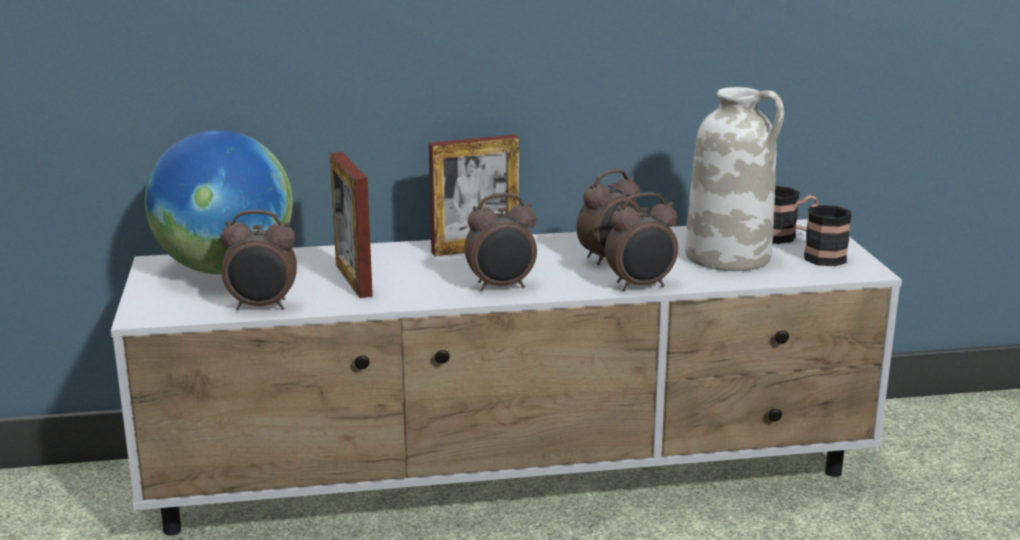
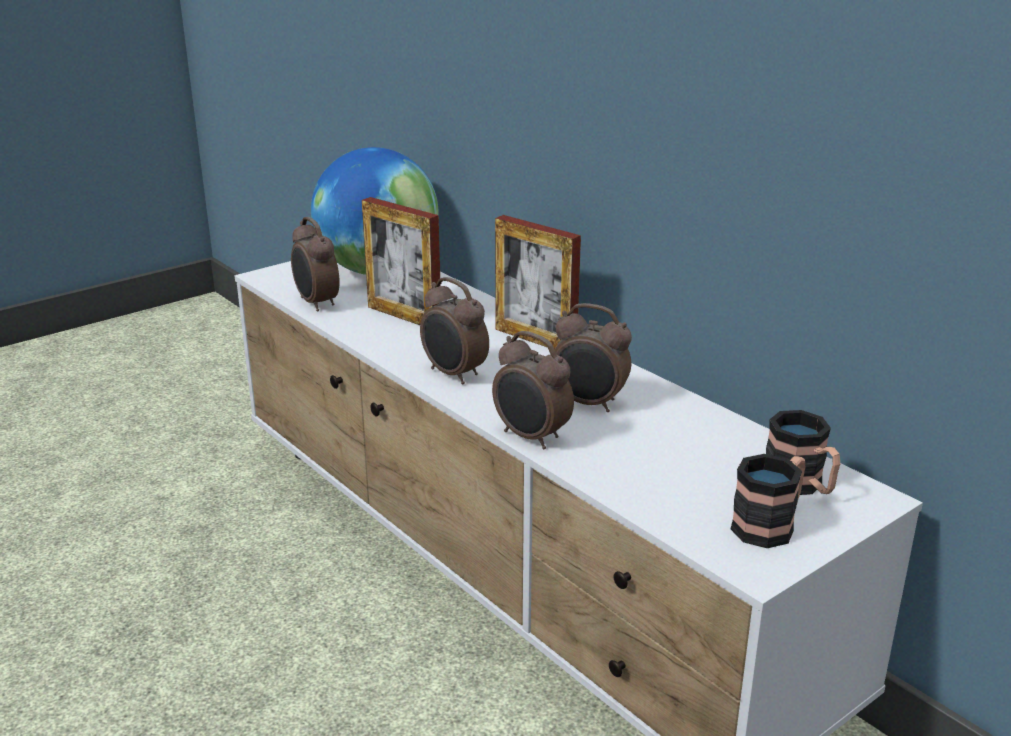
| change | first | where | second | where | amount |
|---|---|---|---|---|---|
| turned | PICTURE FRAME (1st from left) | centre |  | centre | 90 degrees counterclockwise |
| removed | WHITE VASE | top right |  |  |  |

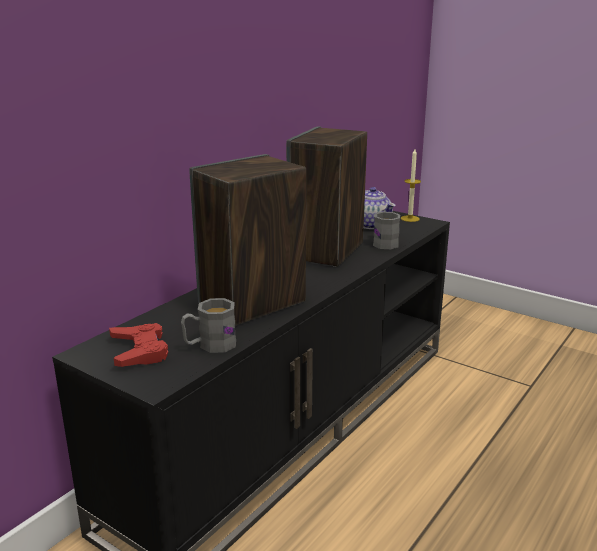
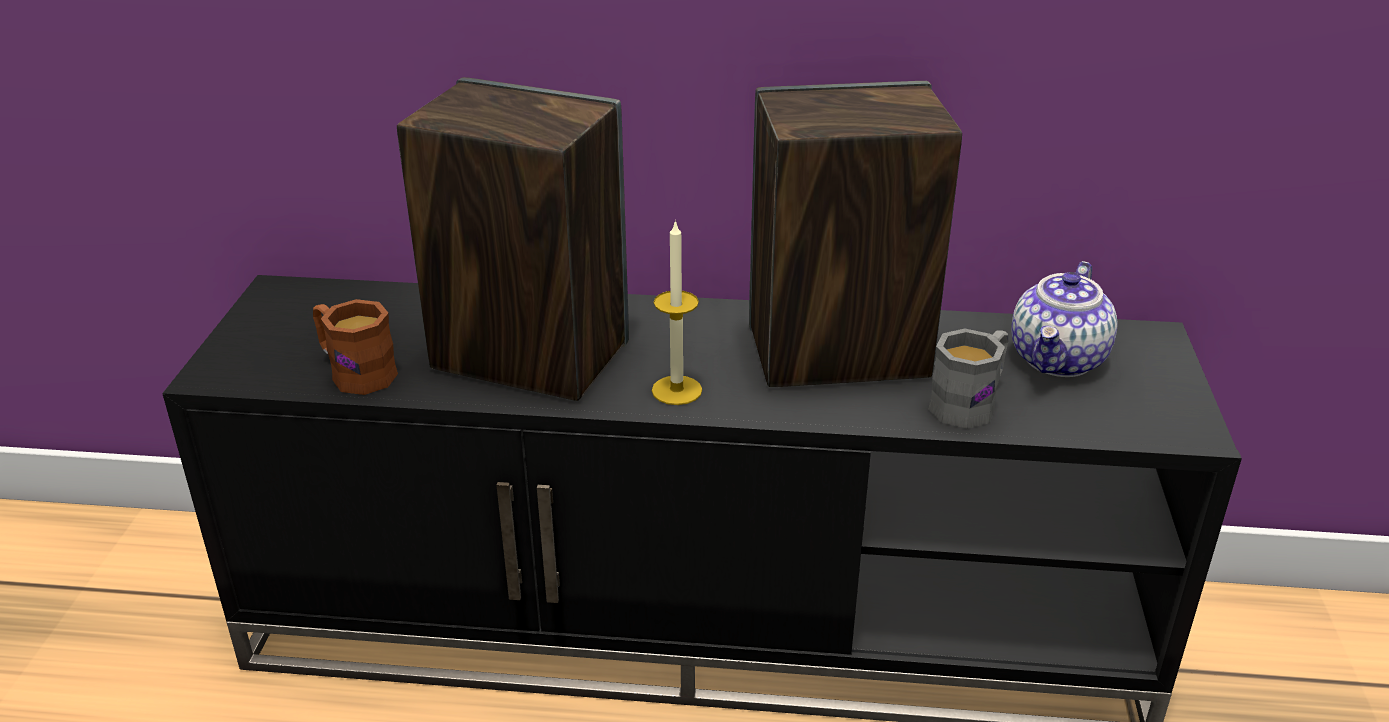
| change | first | where | second | where | amount |
|---|---|---|---|---|---|
| removed | RED GAME CONTROLLER | middle left |  |  |  |
| recoloured | GREY MUG (1st from left) | centre | BROWN MUG | middle left |  |
| moved | CANDLE | middle right |  | centre |  |

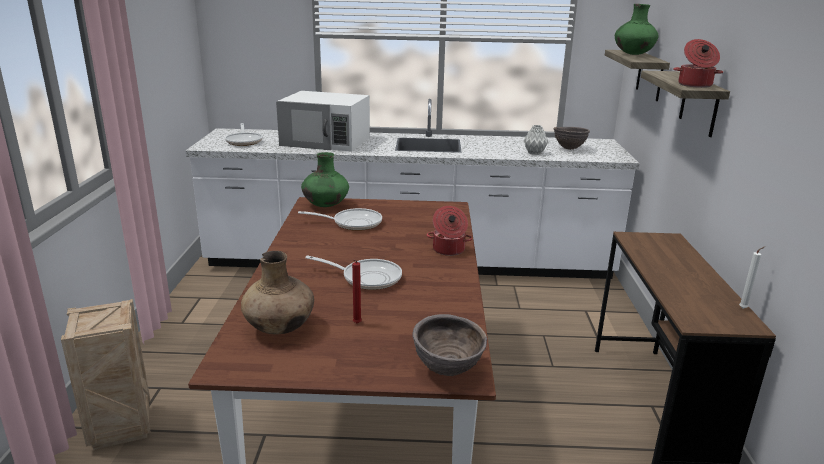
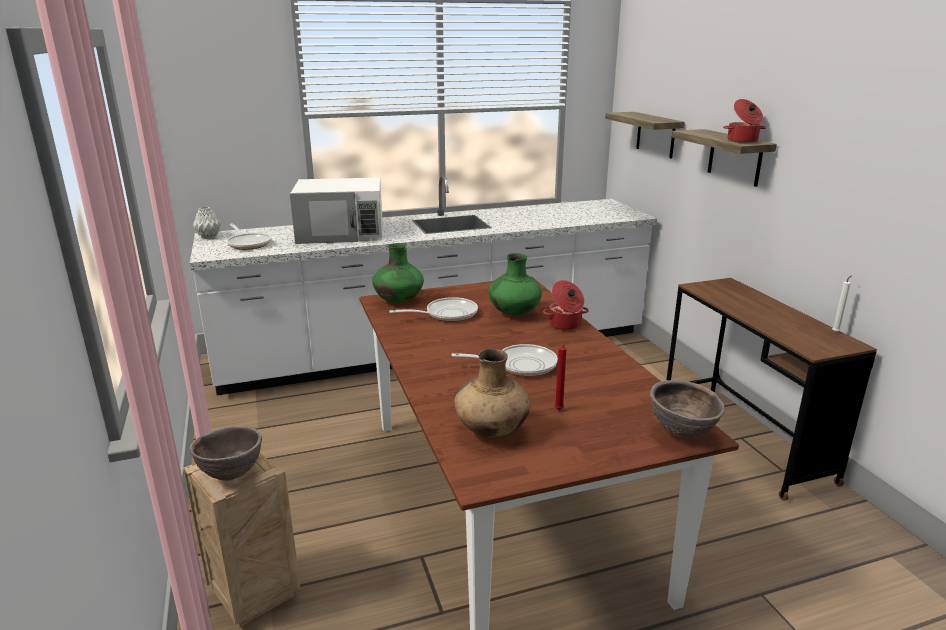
| change | first | where | second | where | amount |
|---|---|---|---|---|---|
| moved | GREY VASE | top centre |  | middle left |  |
| moved | BROWN BOWL (2nd from left in the first image) | top right | BROWN BOWL (1st from left) | bottom left |  |
| moved | GREEN VASE (2nd from left) | top right |  | centre |  |

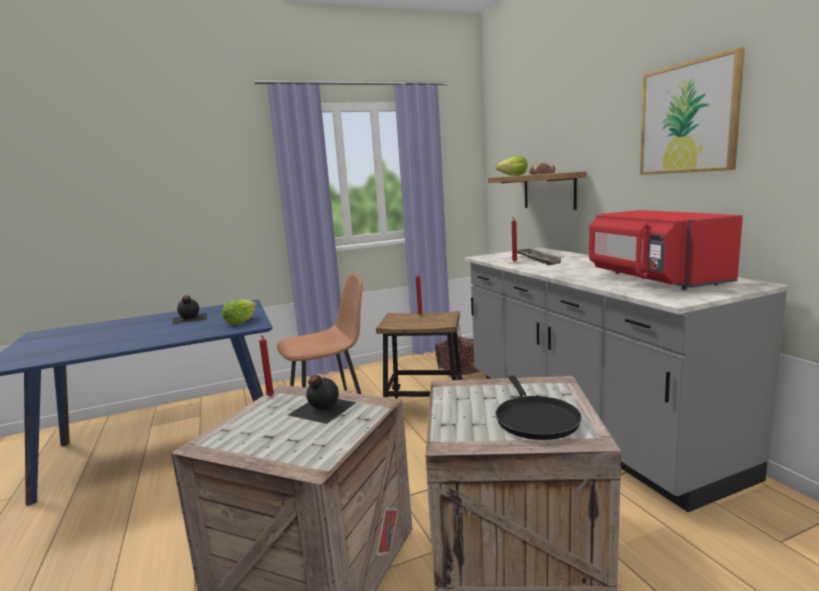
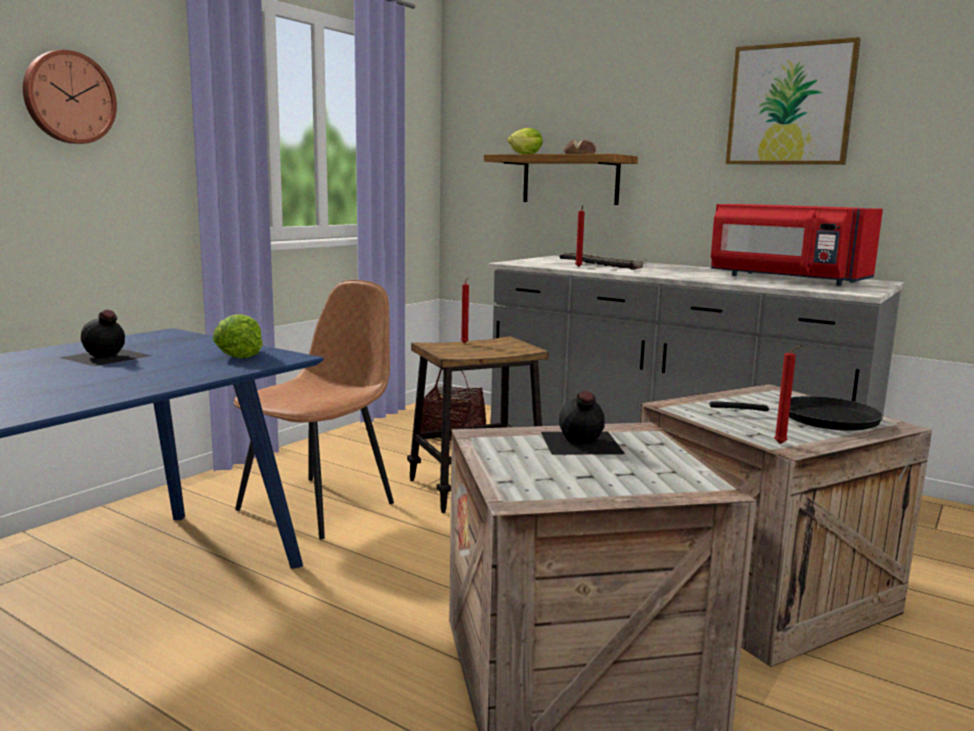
| change | first | where | second | where | amount |
|---|---|---|---|---|---|
| moved | RED CANDLE (1st from left in the first image) | middle left | RED CANDLE (3rd from left) | middle right |  |
| turned | BLACK FRYING PAN | bottom centre |  | middle right | 45 degrees counterclockwise |
| added |  |  | WALL CLOCK | top left |  |

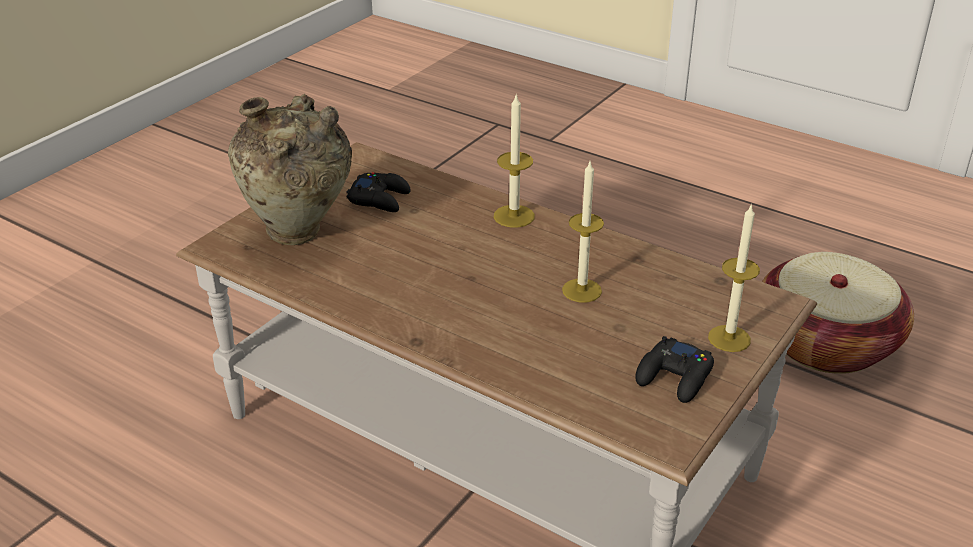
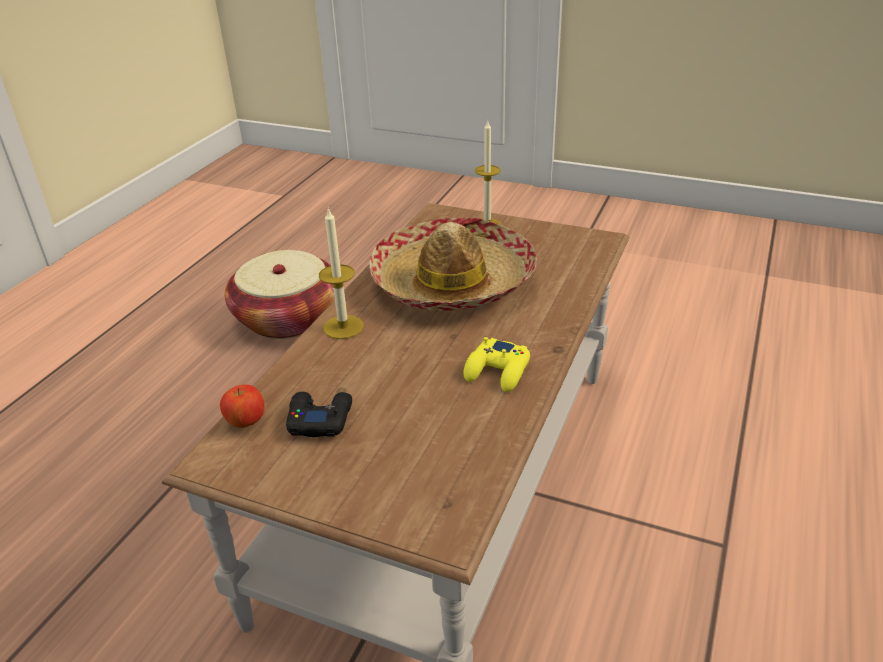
| change | first | where | second | where | amount |
|---|---|---|---|---|---|
| removed | BEIGE VASE | top left |  |  |  |
| replaced | CANDLE (2nd from left) | centre | HAT | centre |  |
| removed | BLACK GAME CONTROLLER (2nd from left) | bottom right |  |  |  |
| added |  |  | APPLE | middle left |  |
| added |  |  | YELLOW GAME CONTROLLER | centre |  |

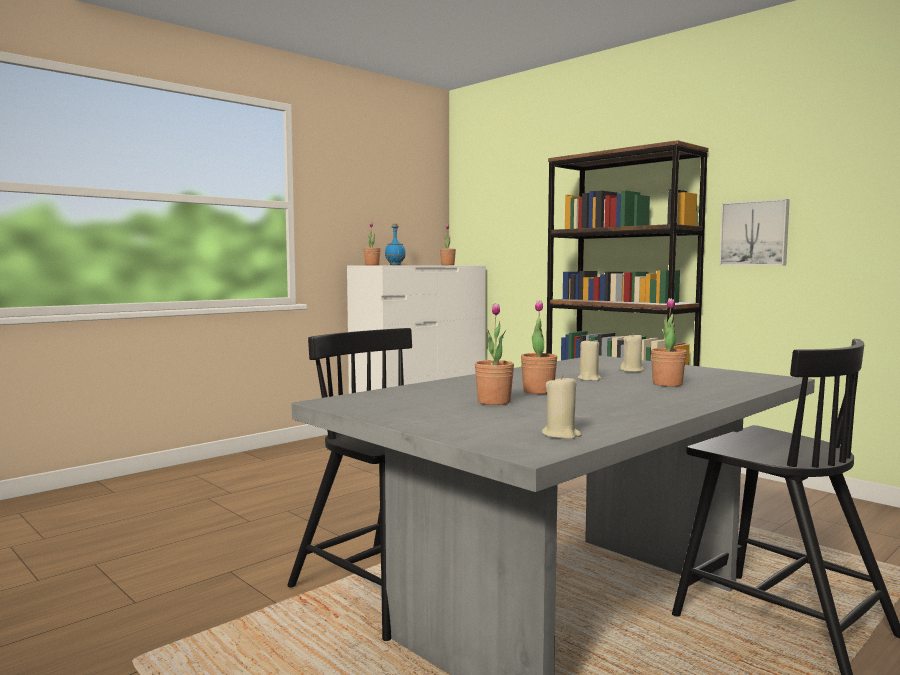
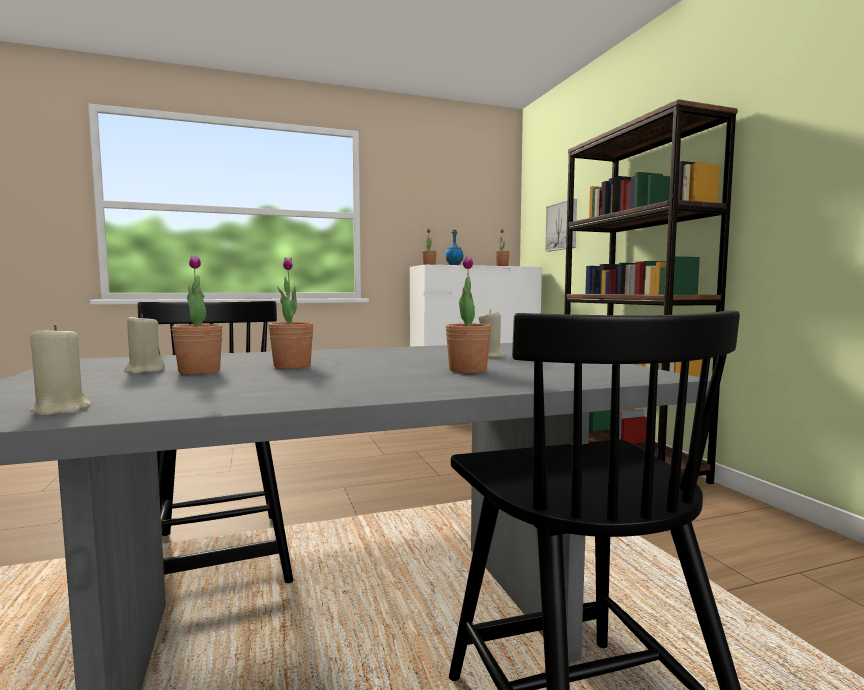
| change | first | where | second | where | amount |
|---|---|---|---|---|---|
| moved | BEIGE CANDLE (2nd from left) | centre |  | middle left |  |
| moved | PICTURE | middle right |  | top centre |  |

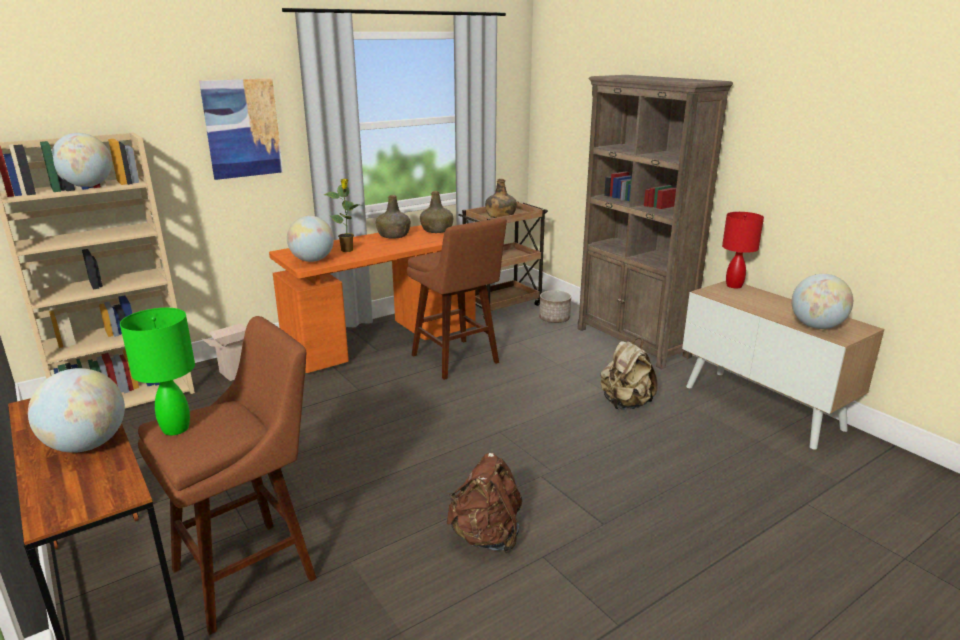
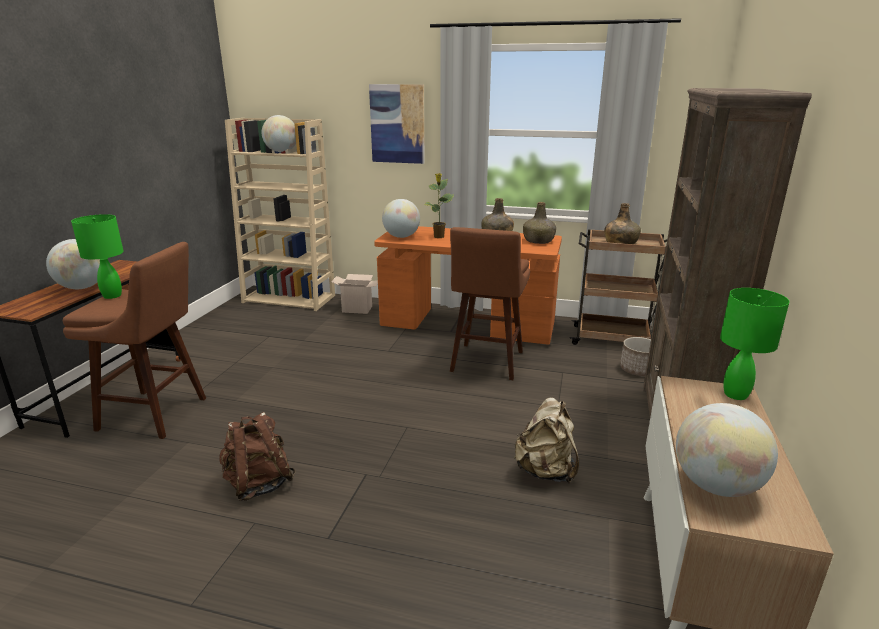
| change | first | where | second | where | amount |
|---|---|---|---|---|---|
| recoloured | RED TABLE LAMP | middle right | GREEN TABLE LAMP (2nd from left) | middle right |  |

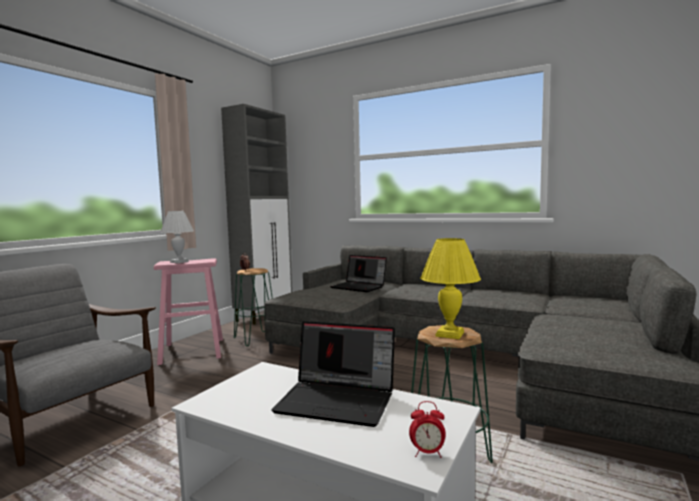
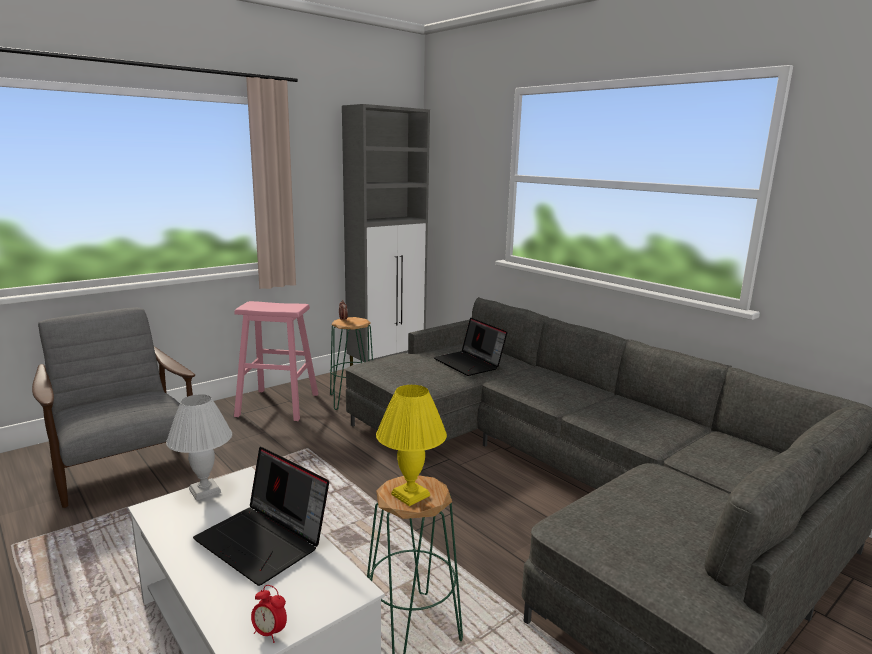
| change | first | where | second | where | amount |
|---|---|---|---|---|---|
| moved | WHITE TABLE LAMP | middle left |  | bottom left |  |

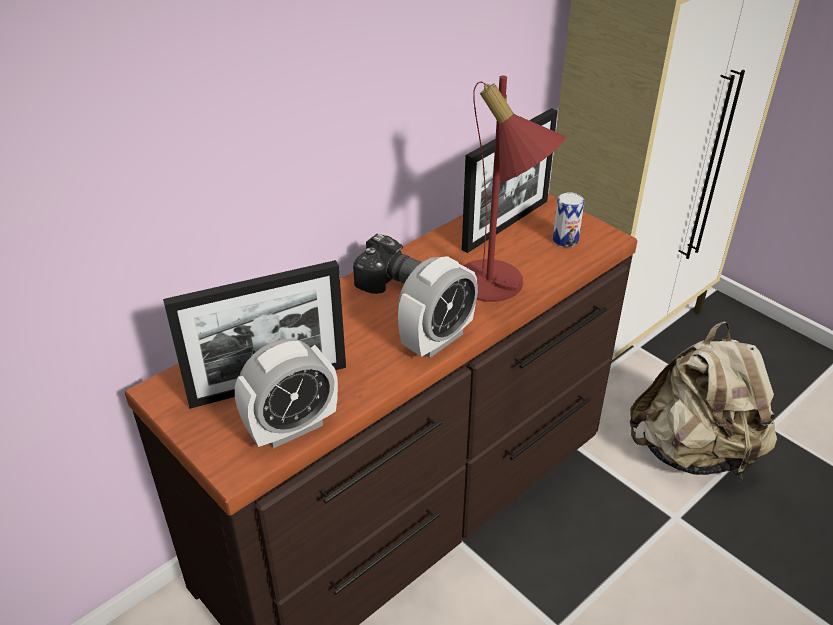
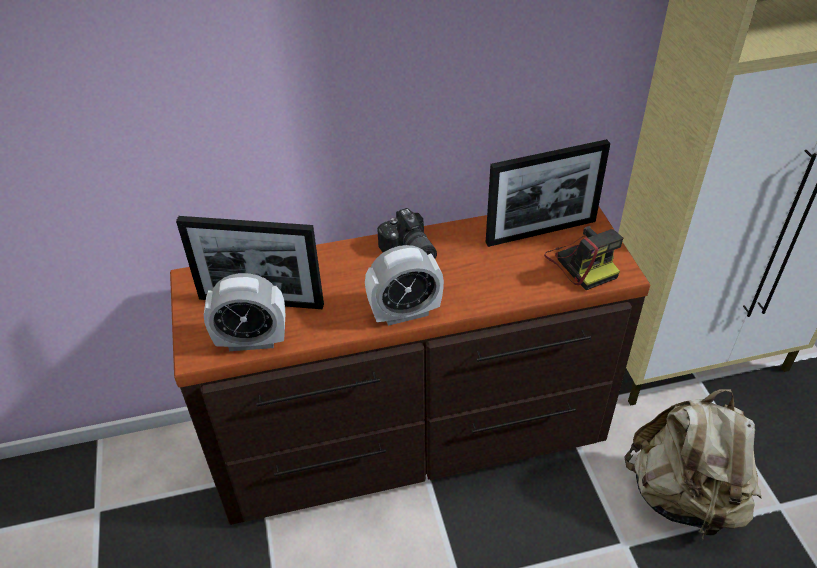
| change | first | where | second | where | amount |
|---|---|---|---|---|---|
| removed | RED TABLE LAMP | top centre |  |  |  |
| replaced | CAN | middle right | PHOTO CAMERA (2nd from left) | middle right |  |

